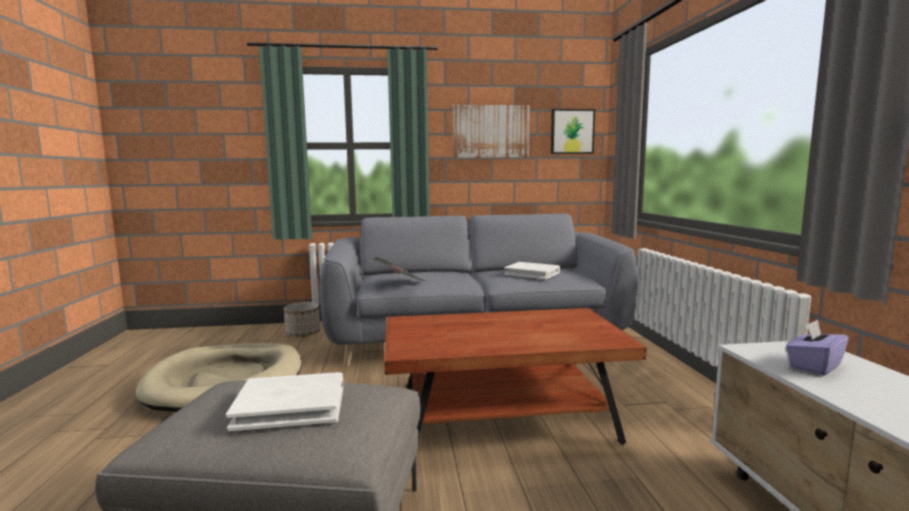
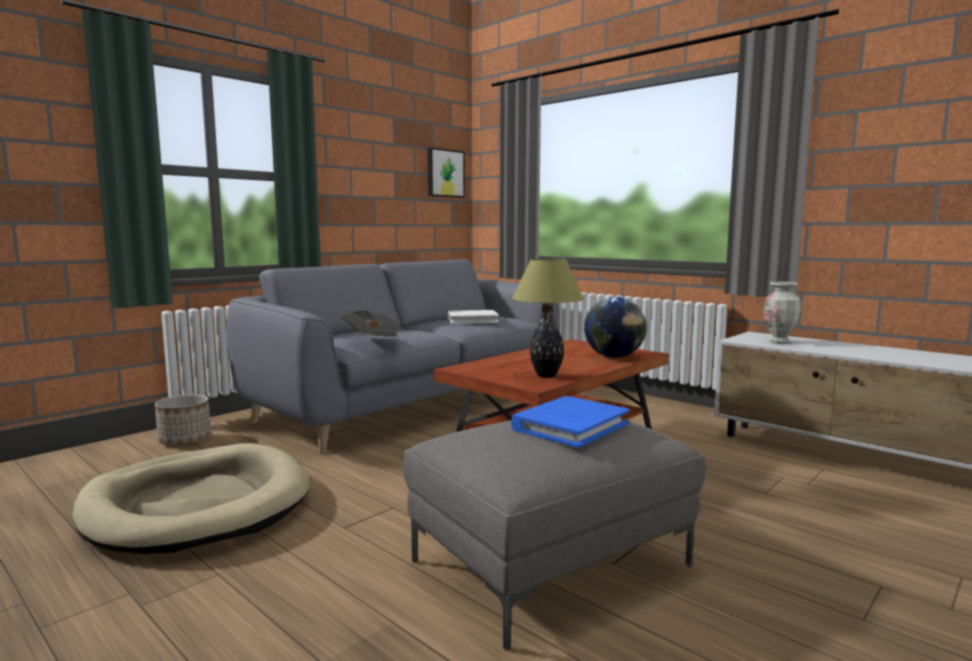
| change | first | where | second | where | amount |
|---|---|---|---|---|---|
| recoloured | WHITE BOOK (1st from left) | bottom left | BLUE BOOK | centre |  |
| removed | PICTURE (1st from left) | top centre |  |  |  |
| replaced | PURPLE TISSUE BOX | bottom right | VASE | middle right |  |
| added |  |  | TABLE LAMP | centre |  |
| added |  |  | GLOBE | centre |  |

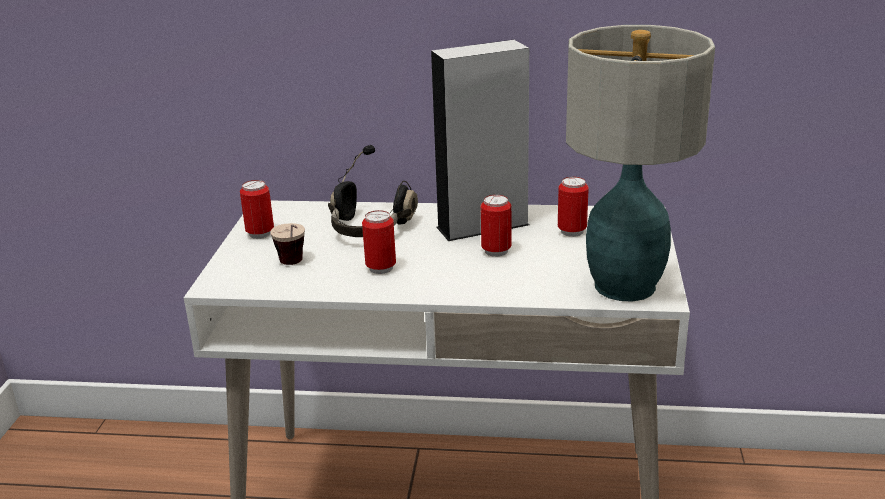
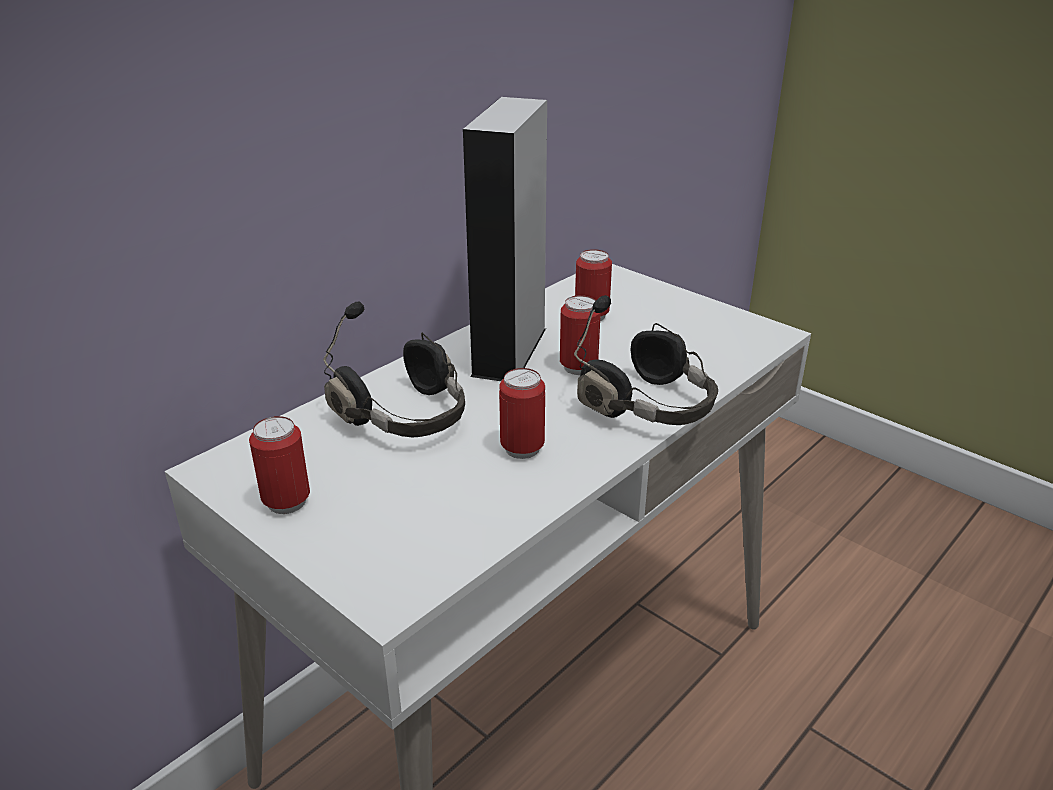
| change | first | where | second | where | amount |
|---|---|---|---|---|---|
| removed | CUP | middle left |  |  |  |
| removed | TABLE LAMP | top right |  |  |  |
| added |  |  | BLACK HEADPHONES (2nd from left) | centre |  |

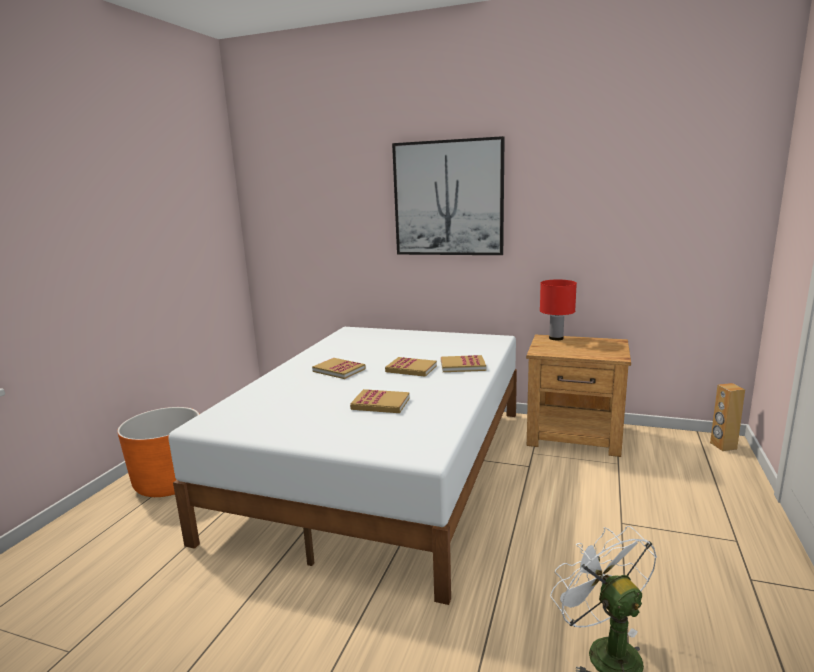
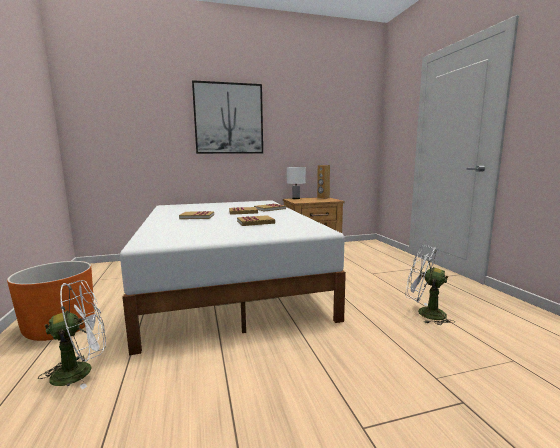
| change | first | where | second | where | amount |
|---|---|---|---|---|---|
| recoloured | RED TABLE LAMP | middle right | WHITE TABLE LAMP | centre |  |
| moved | BROWN SPEAKER | middle right |  | centre |  |
| added |  |  | WHITE FAN (1st from left) | bottom left |  |

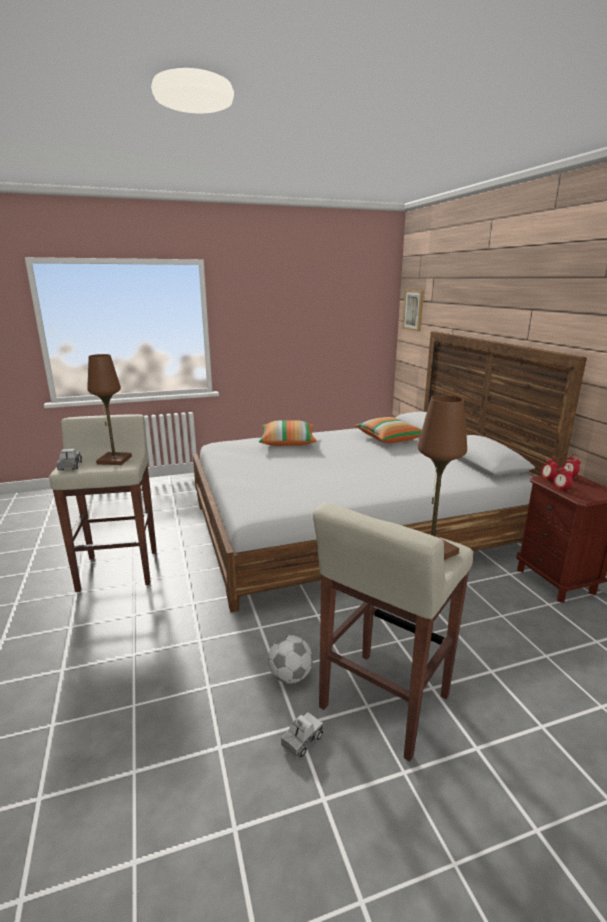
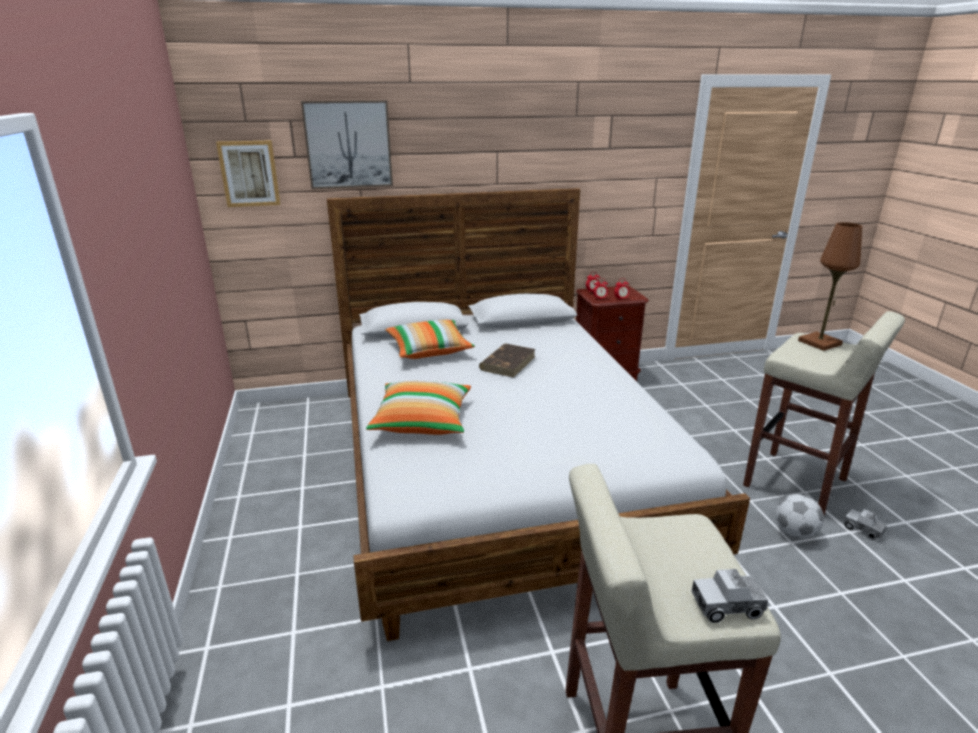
| change | first | where | second | where | amount |
|---|---|---|---|---|---|
| removed | BROWN TABLE LAMP (1st from left) | middle left |  |  |  |
| added |  |  | PICTURE (2nd from left) | top centre |  |
| added |  |  | BROWN BOOK | centre |  |

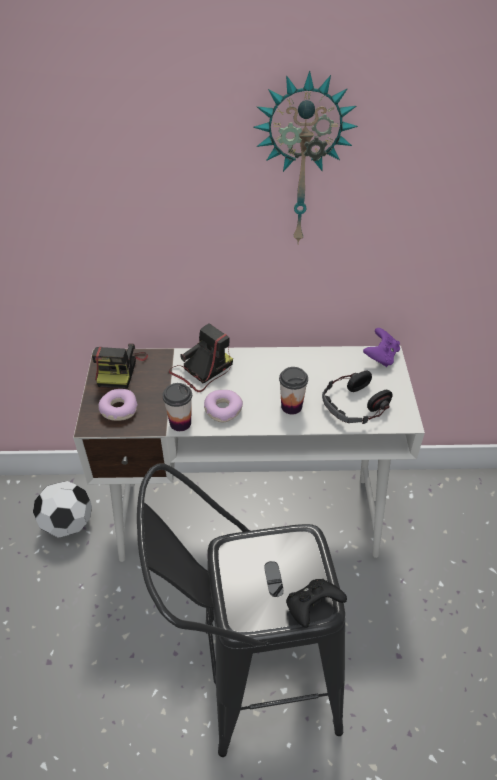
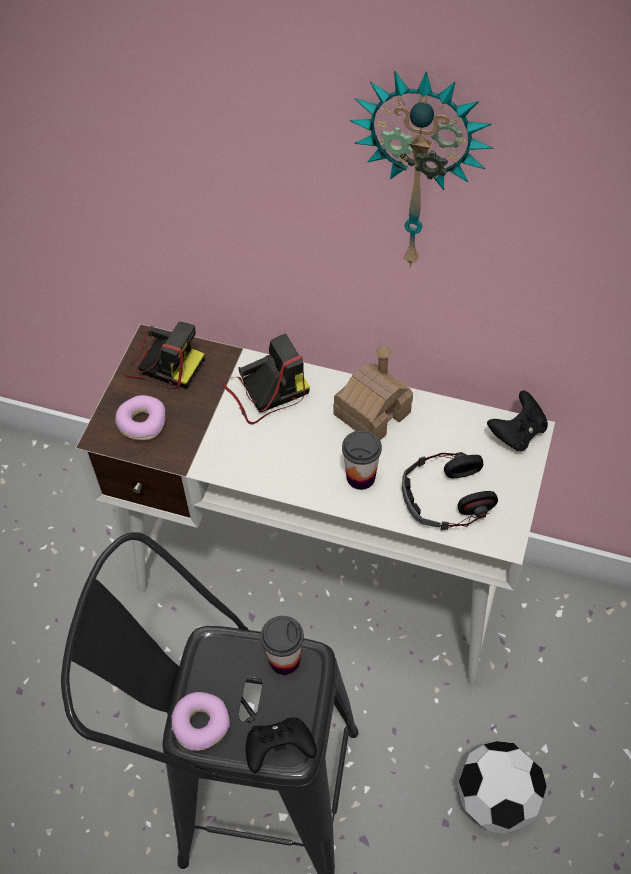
| change | first | where | second | where | amount |
|---|---|---|---|---|---|
| moved | FOOTBALL | middle left |  | bottom right |  |
| turned | PHOTO CAMERA (1st from left) | middle left |  | middle left | 90 degrees counterclockwise |
| moved | CUP (1st from left) | centre |  | bottom centre |  |
| moved | DONUT (2nd from left) | centre |  | bottom left |  |
| recoloured | PURPLE GAME CONTROLLER | middle right | BLACK GAME CONTROLLER (2nd from left) | middle right |  |
| added |  |  | TOY HOUSE | centre |  |

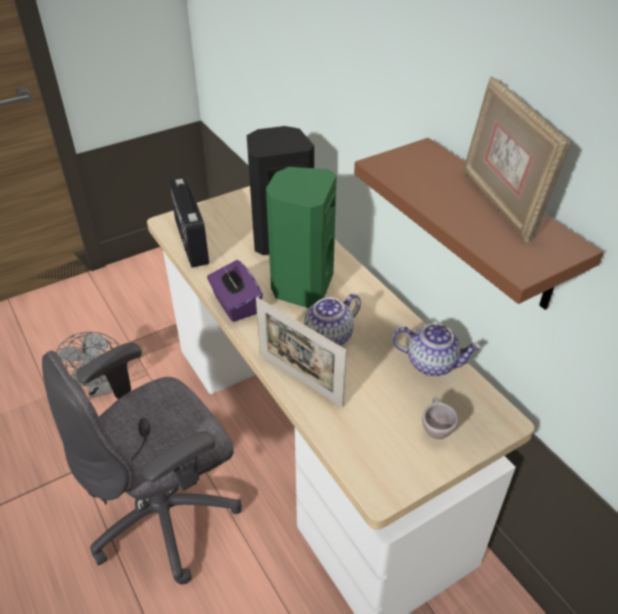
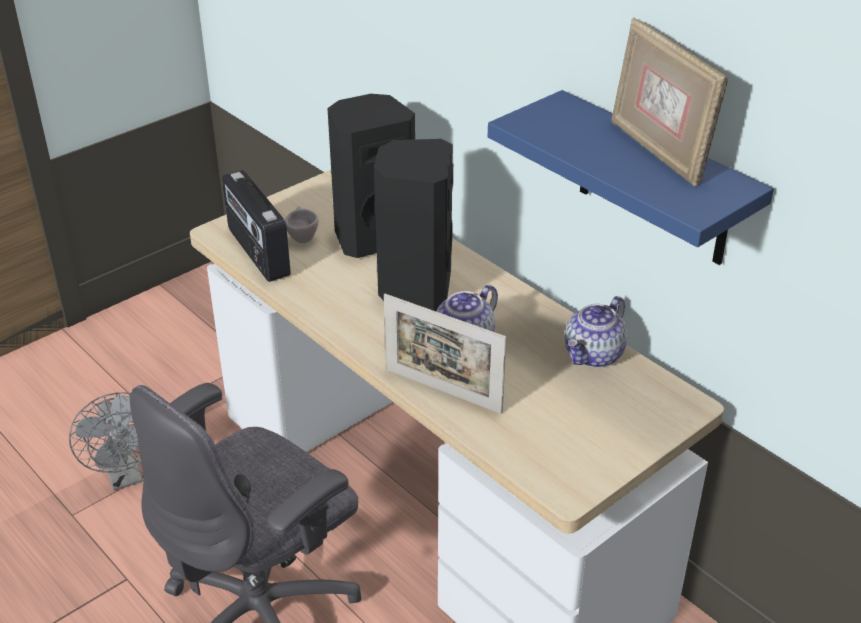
| change | first | where | second | where | amount |
|---|---|---|---|---|---|
| removed | PURPLE TISSUE BOX | centre |  |  |  |
| recoloured | GREEN SPEAKER | centre | BLACK SPEAKER (2nd from left) | centre |  |
| recoloured | BROWN SHELF | middle right | BLUE SHELF | top right |  |
| turned | TEAPOT (2nd from left) | middle right |  | middle right | 120 degrees clockwise |
| moved | BEIGE CUP | bottom right |  | centre |  |

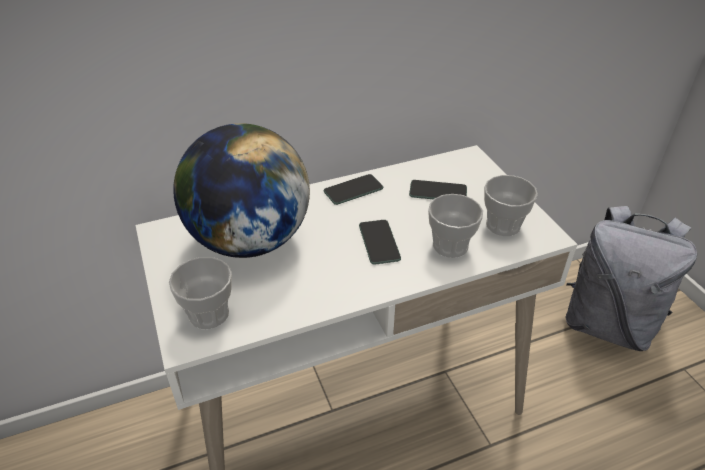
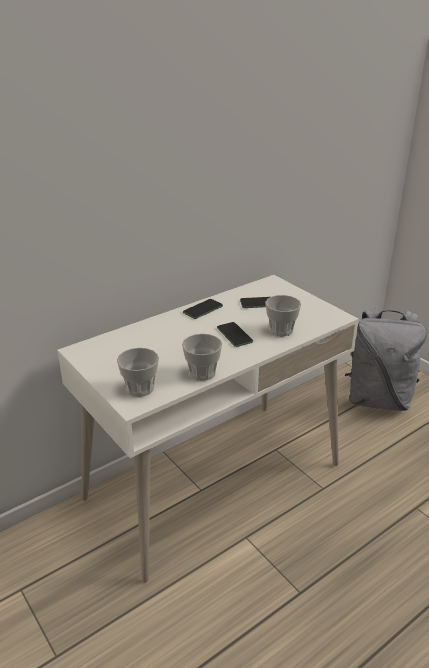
| change | first | where | second | where | amount |
|---|---|---|---|---|---|
| removed | GLOBE | centre |  |  |  |
| moved | CUP (3rd from left in the first image) | middle right | CUP (2nd from left) | centre |  |

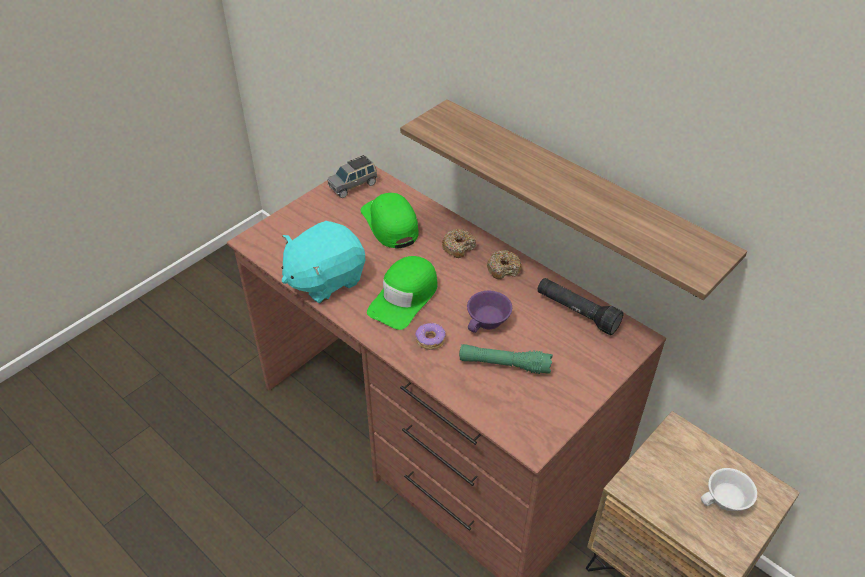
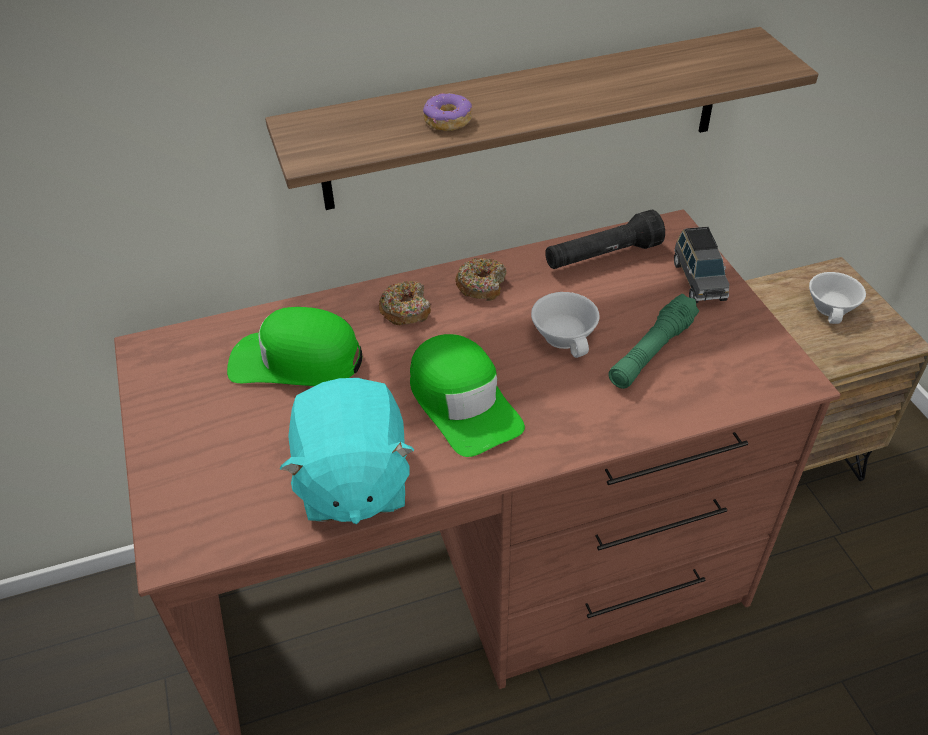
| change | first | where | second | where | amount |
|---|---|---|---|---|---|
| moved | GREY TOY CAR | top centre |  | middle right |  |
| moved | DONUT (1st from left in the first image) | centre | DONUT (2nd from left) | top centre |  |
| recoloured | PURPLE CUP | centre | WHITE CUP (1st from left) | centre |  |

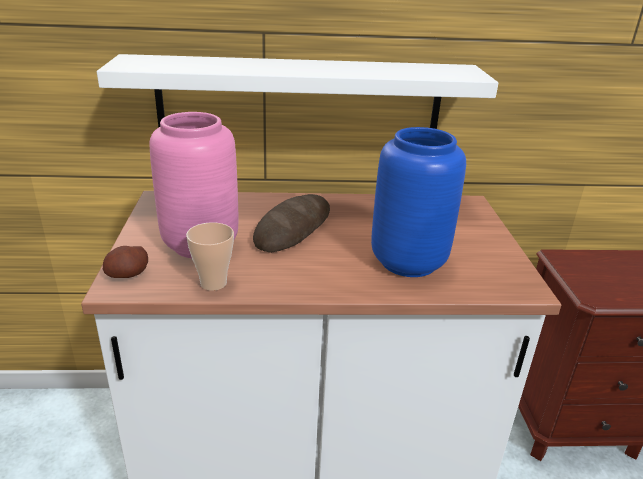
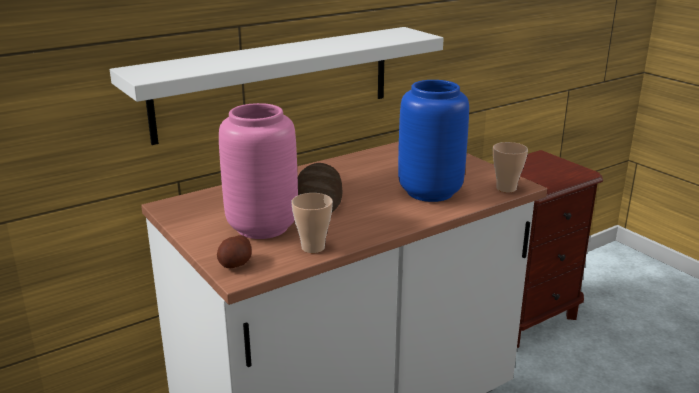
| change | first | where | second | where | amount |
|---|---|---|---|---|---|
| added |  |  | CUP (2nd from left) | middle right |  |

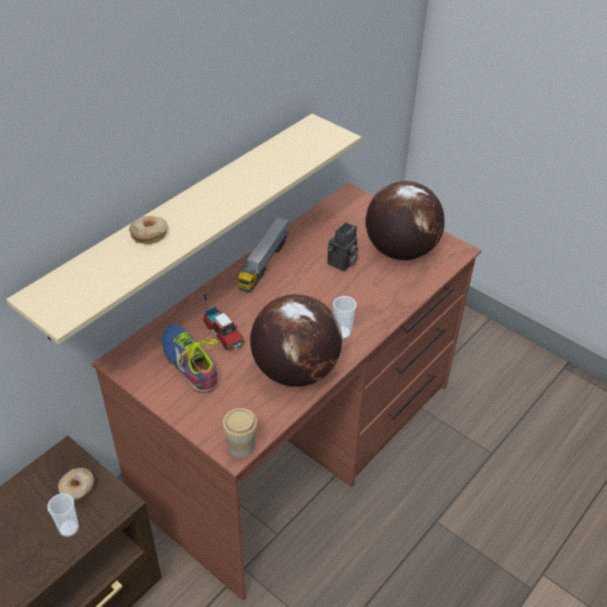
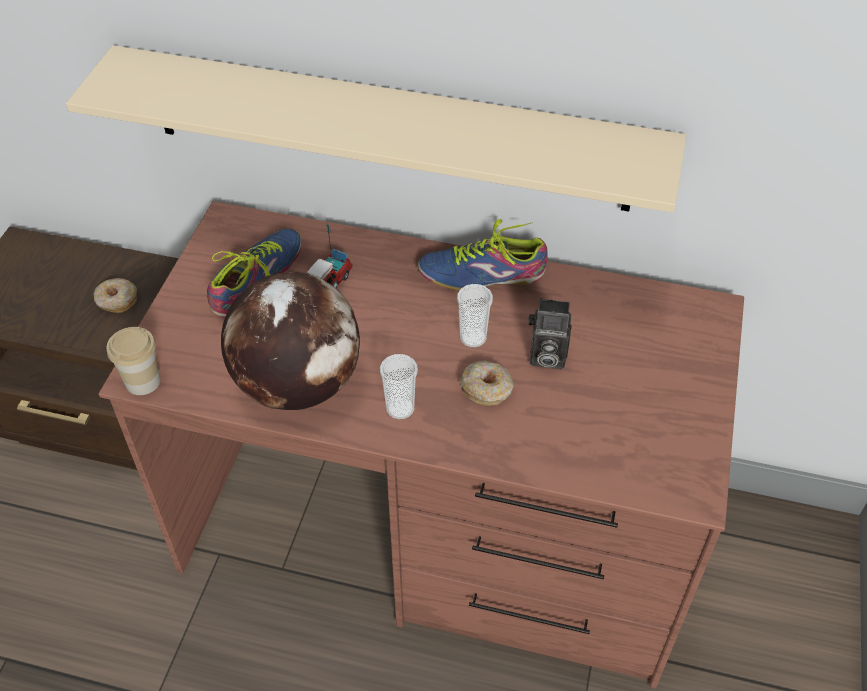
| change | first | where | second | where | amount |
|---|---|---|---|---|---|
| moved | CUP (1st from left in the first image) | bottom left | CUP (3rd from left) | centre |  |
| moved | DONUT (2nd from left) | middle left |  | centre |  |
| replaced | TOY TRUCK (2nd from left) | centre | SHOE (2nd from left) | centre |  |
| removed | GLOBE (2nd from left) | middle right |  |  |  |

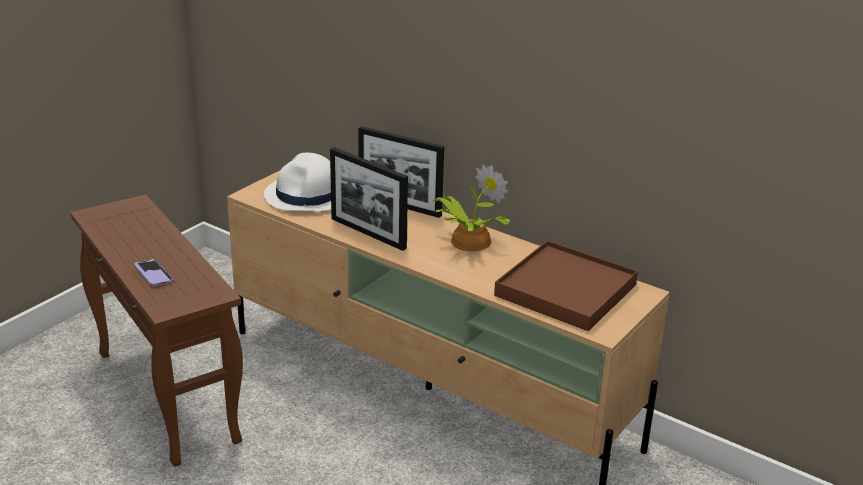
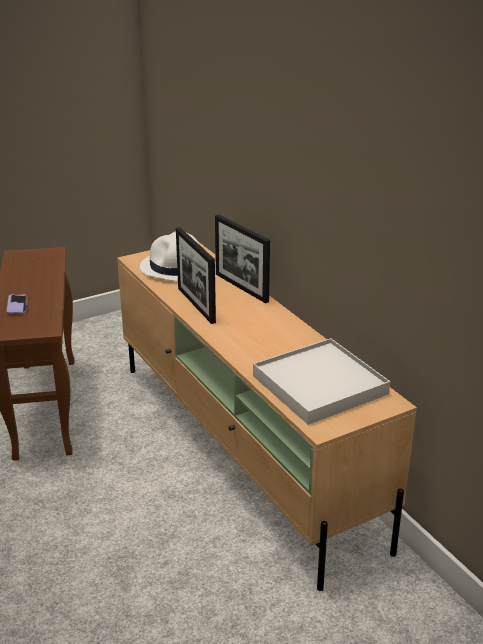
| change | first | where | second | where | amount |
|---|---|---|---|---|---|
| removed | POTTED PLANT | centre |  |  |  |
| recoloured | BROWN TRAY | centre | WHITE TRAY | centre |  |

